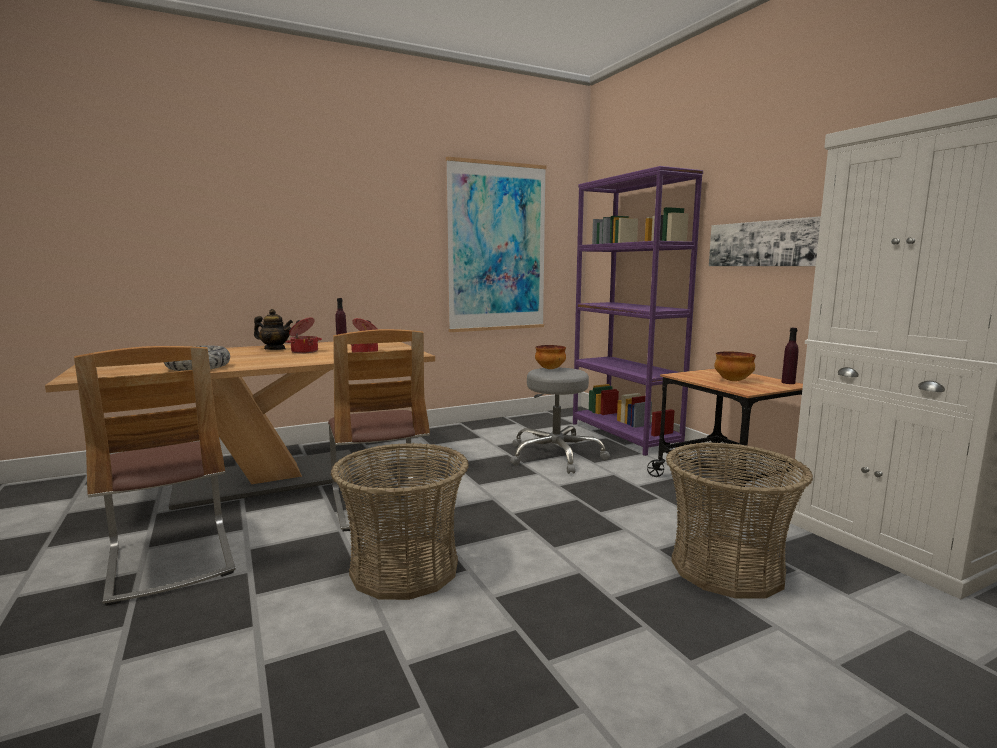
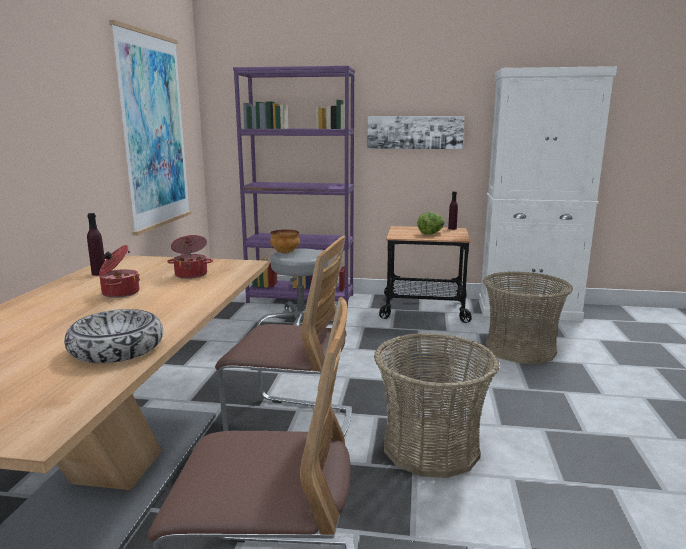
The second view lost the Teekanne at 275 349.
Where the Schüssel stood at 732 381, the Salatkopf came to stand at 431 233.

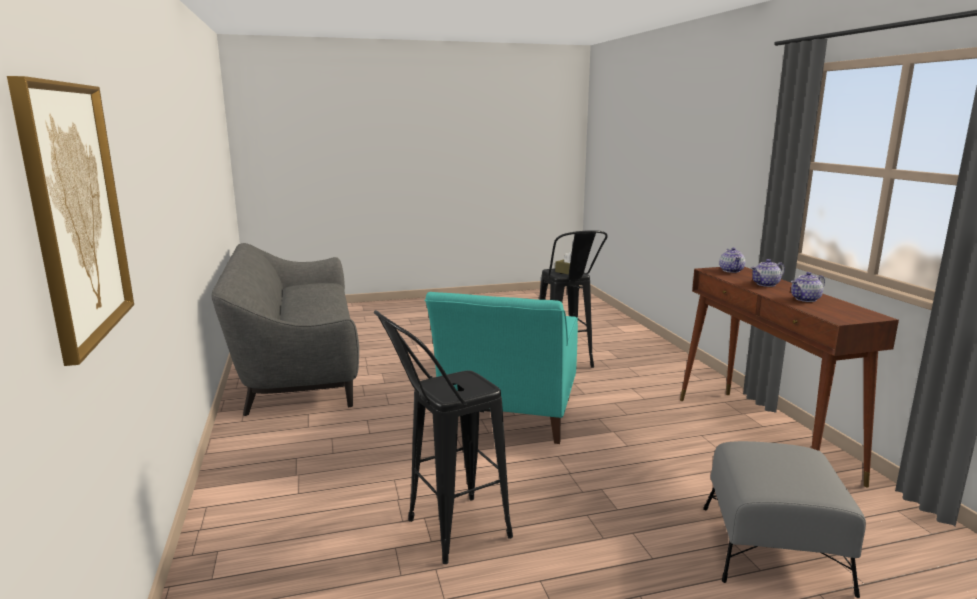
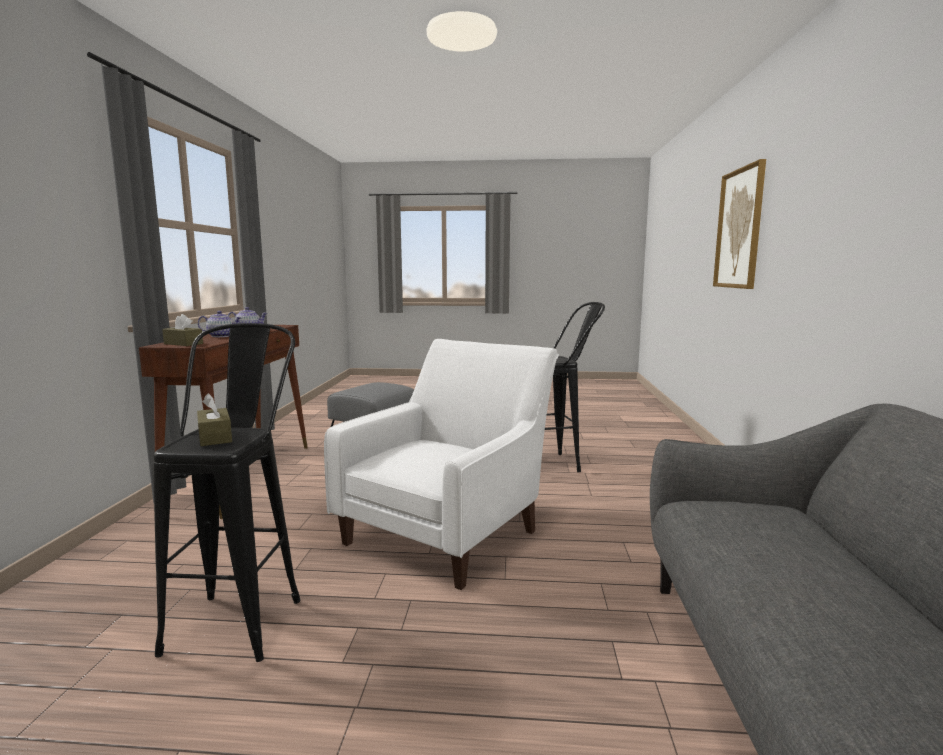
Where the Teekanne stood at 731 270, the Taschentuchbox [braun] came to stand at 183 344.
What was the Sessel [türkis] at 507 419 turned into the Sessel [weiß] at 448 531.

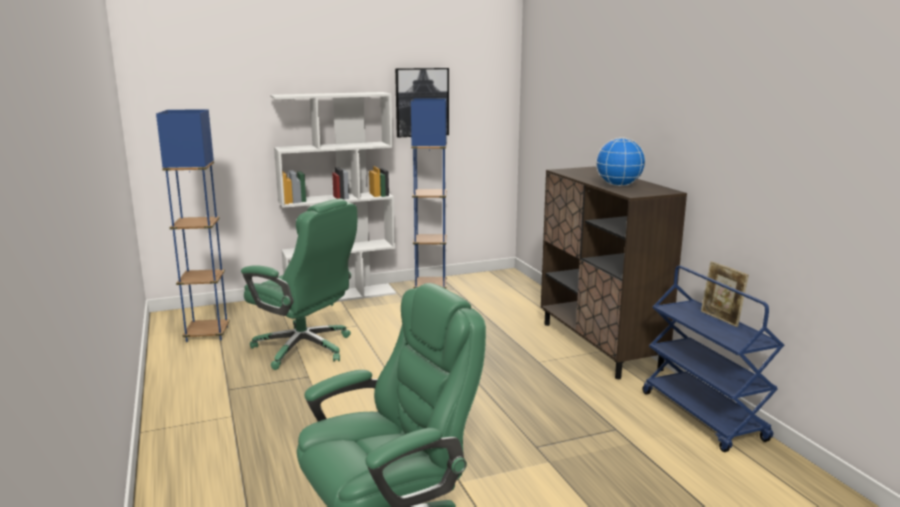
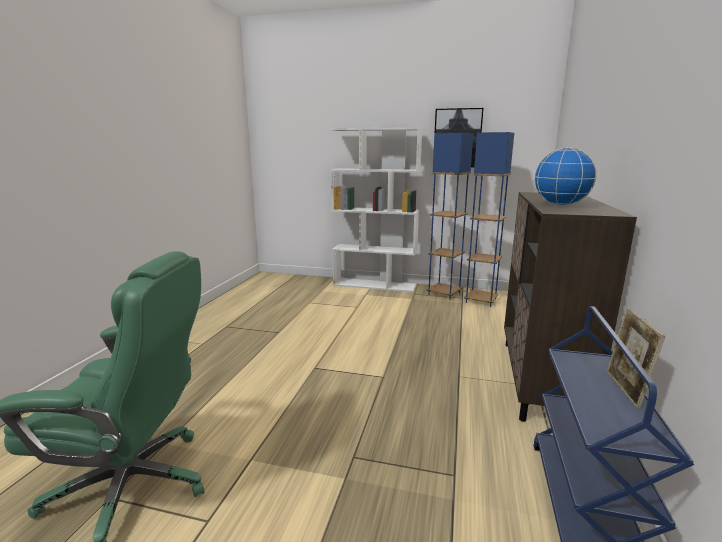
The Stehlampe [blau] ended up elsewhere, having gone from 207 334 to 481 300.
The second view lost the Bürostuhl [grün] at 305 349.

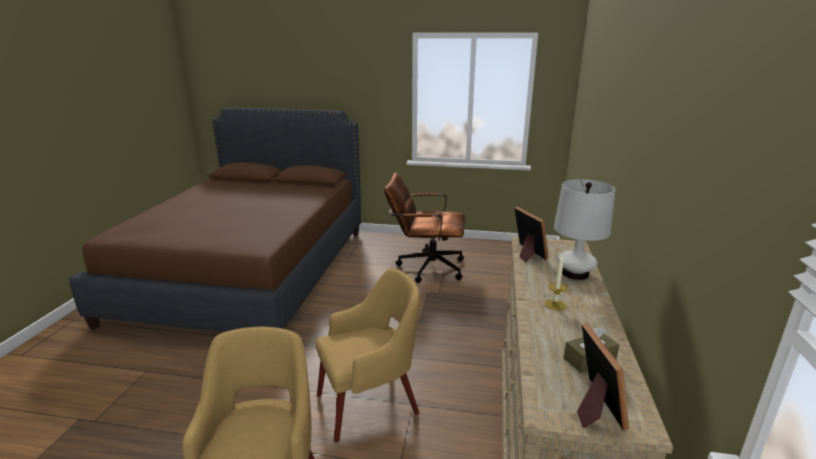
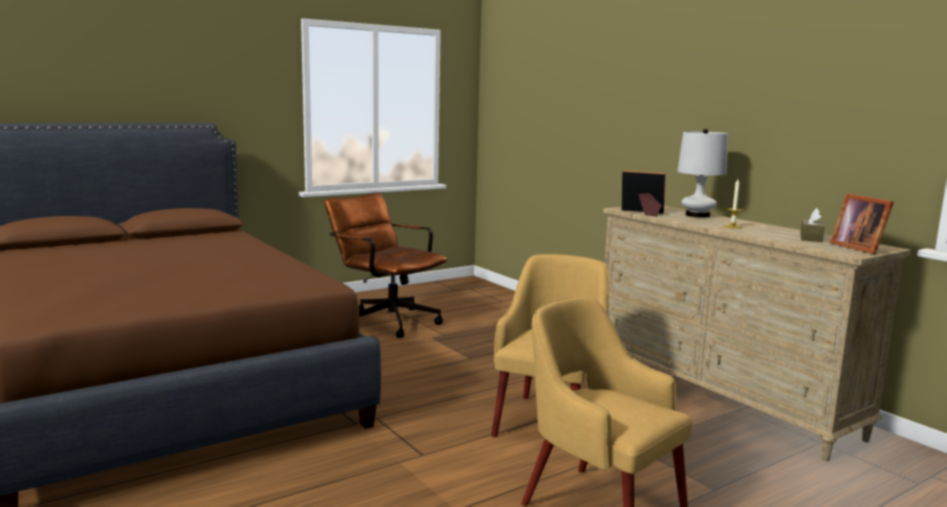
The Bürostuhl [braun] at 425 267 ended up facing another way, 75 degrees clockwise from before.
The Bilderrahmen at 594 405 ended up facing another way, 150 degrees counterclockwise from before.

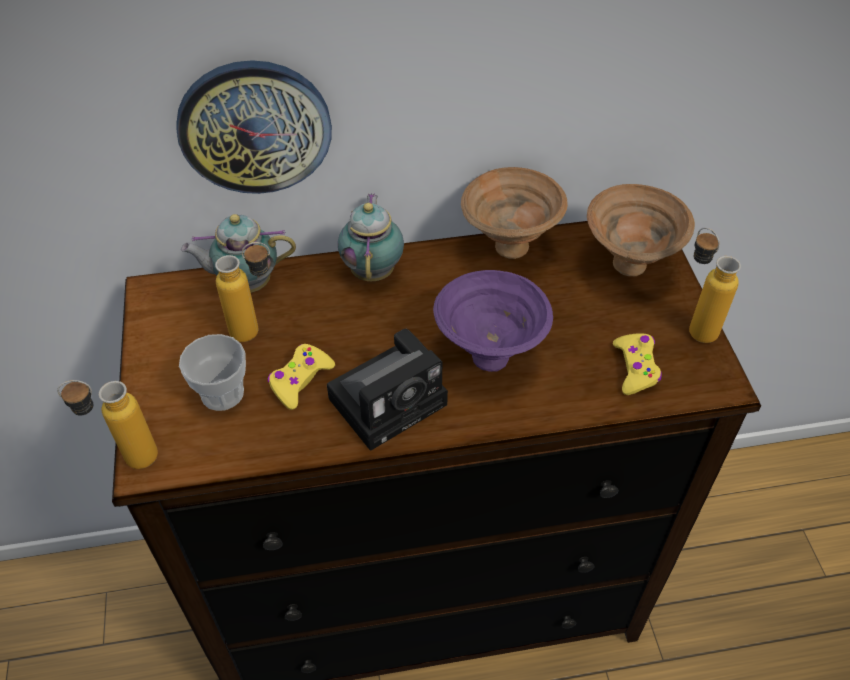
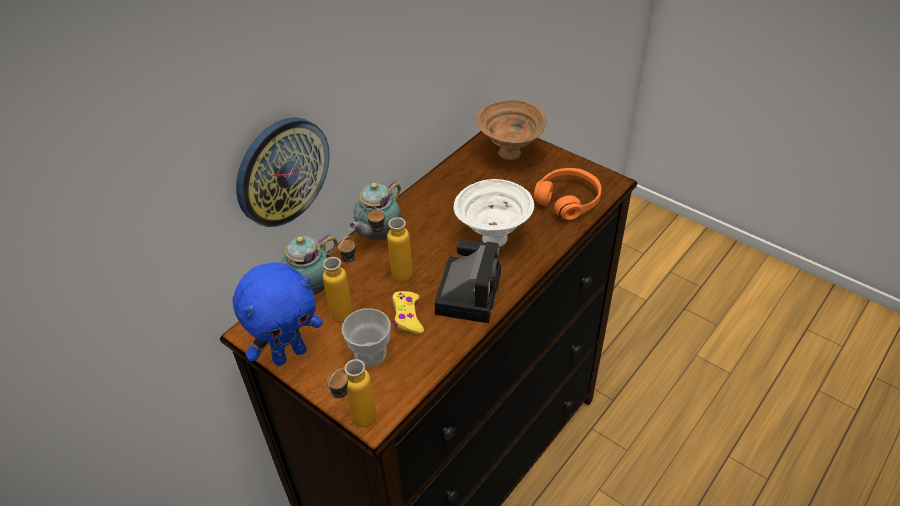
The second view lost the Schüssel [braun] at 509 248.
The Teekanne at 373 270 ended up facing another way, 105 degrees counterclockwise from before.
The Flasche ended up elsewhere, having gone from 693 325 to 393 274.
What was the Schüssel [lila] at 487 356 turned into the Schüssel [weiß] at 492 239.
Where the Gamepad [gelb] stood at 635 368, the Kopfhörer [orange] came to stand at 568 199.
The second view gained the Plüschtier [blau] at 289 354.

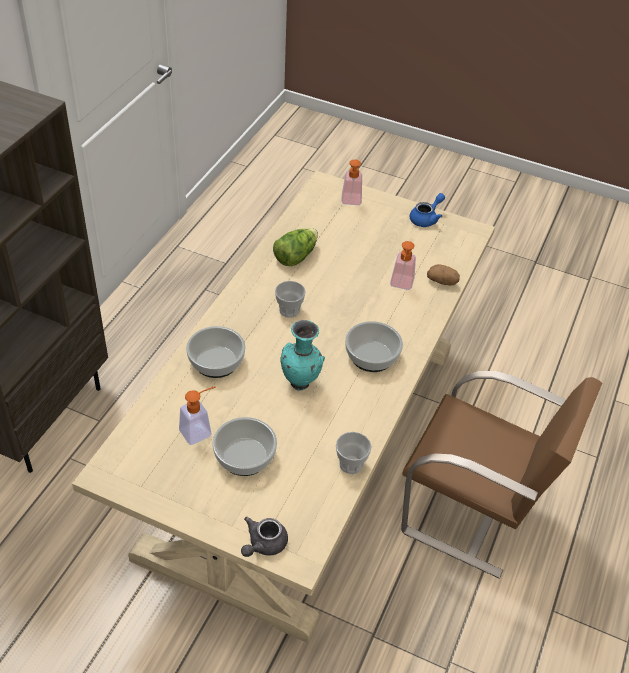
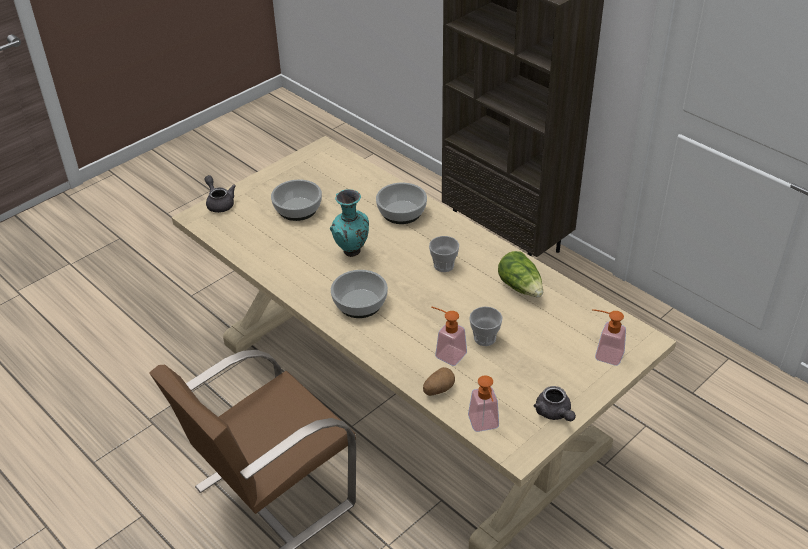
What was the Teekanne [blau] at 426 219 turned into the Teekanne [grau] at 554 413.
The Seifenspender ended up elsewhere, having gone from 200 430 to 485 426.
The Tasse ended up elsewhere, having gone from 351 464 to 484 338.

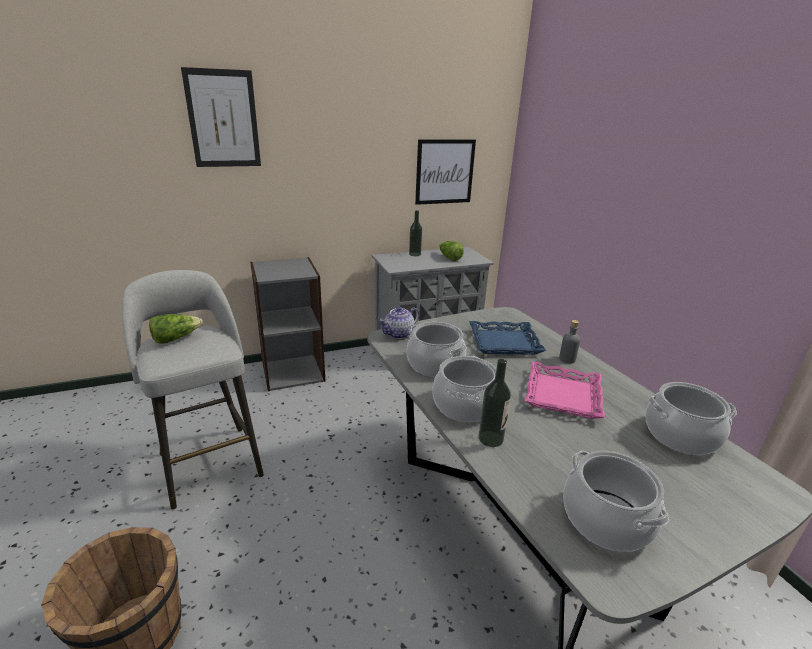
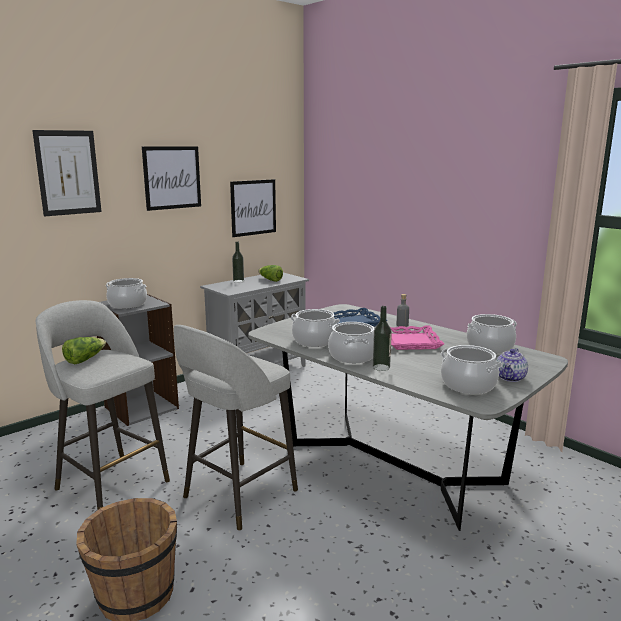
The Teekanne ended up elsewhere, having gone from 398 334 to 510 378.
The second view gained the Bild at 172 177.
The second view gained the Kochtopf at 127 304.
The second view gained the Hocker [grau] at 238 495.

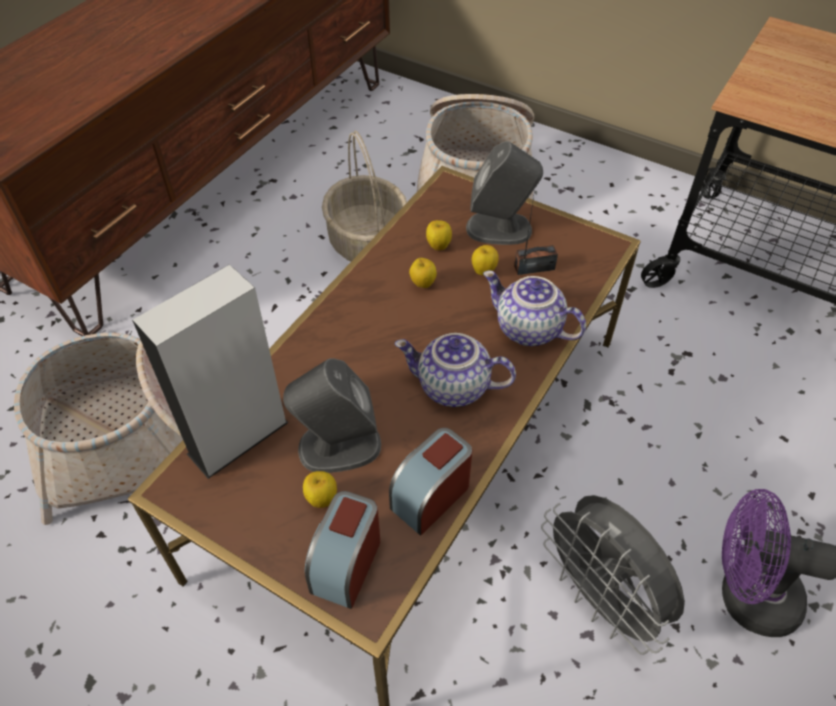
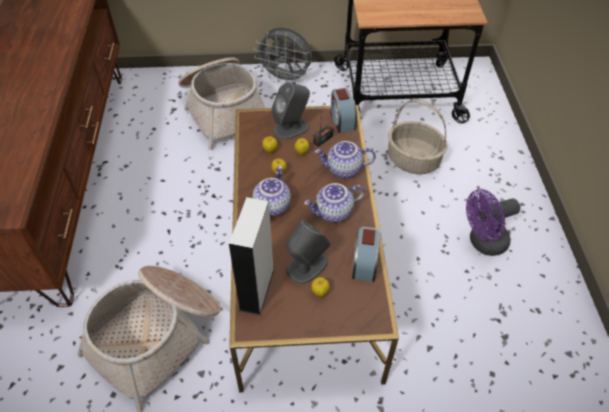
The Korb ended up elsewhere, having gone from 368 242 to 413 160.
The Wecker ended up elsewhere, having gone from 346 563 to 342 120.
The Ventilator [grau] ended up elsewhere, having gone from 601 599 to 285 78.
The second view gained the Teekanne at 271 206.

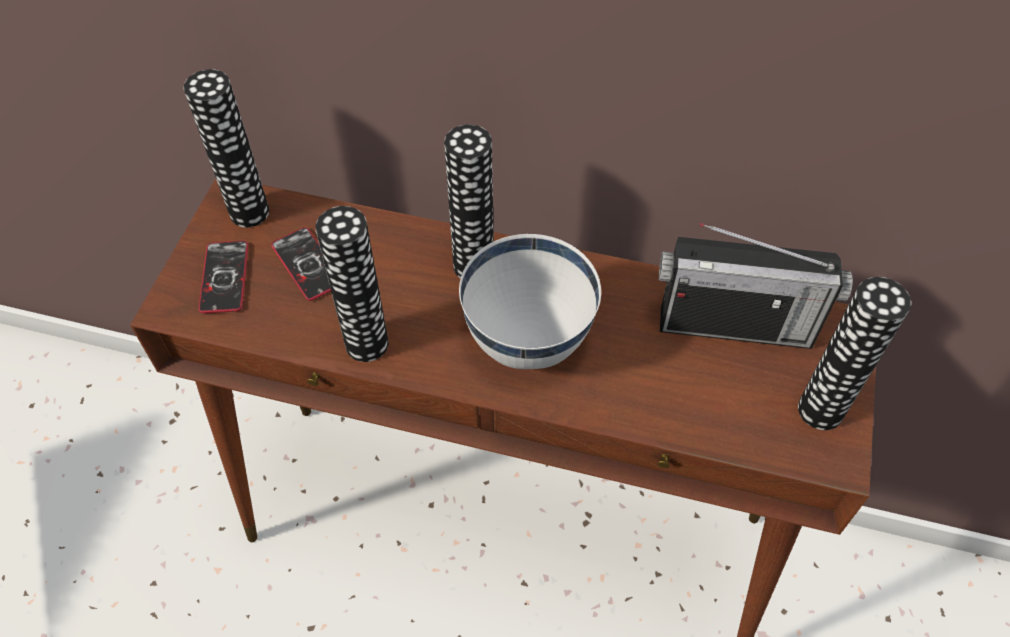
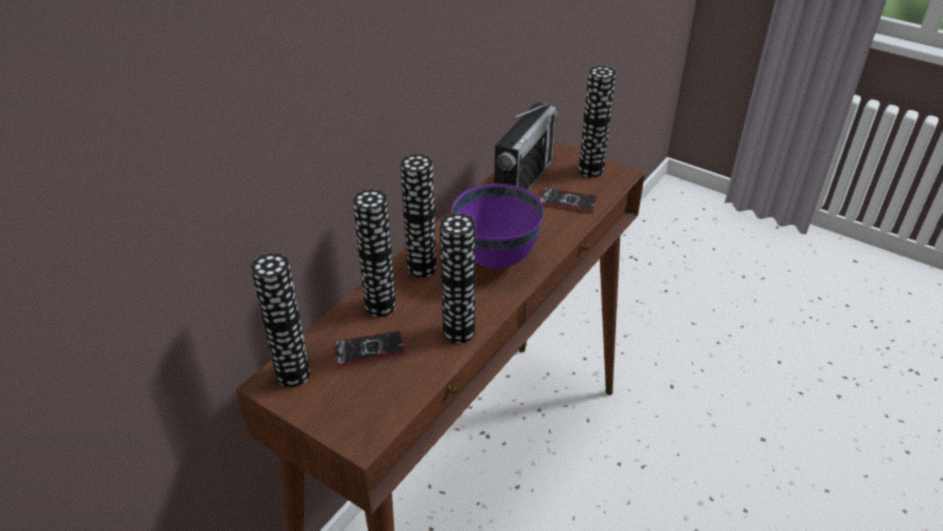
What was the Schüssel [weiß] at 527 342 turned into the Schüssel [lila] at 495 259.
The Handy ended up elsewhere, having gone from 224 277 to 567 201.
The second view gained the Vase at 380 306.

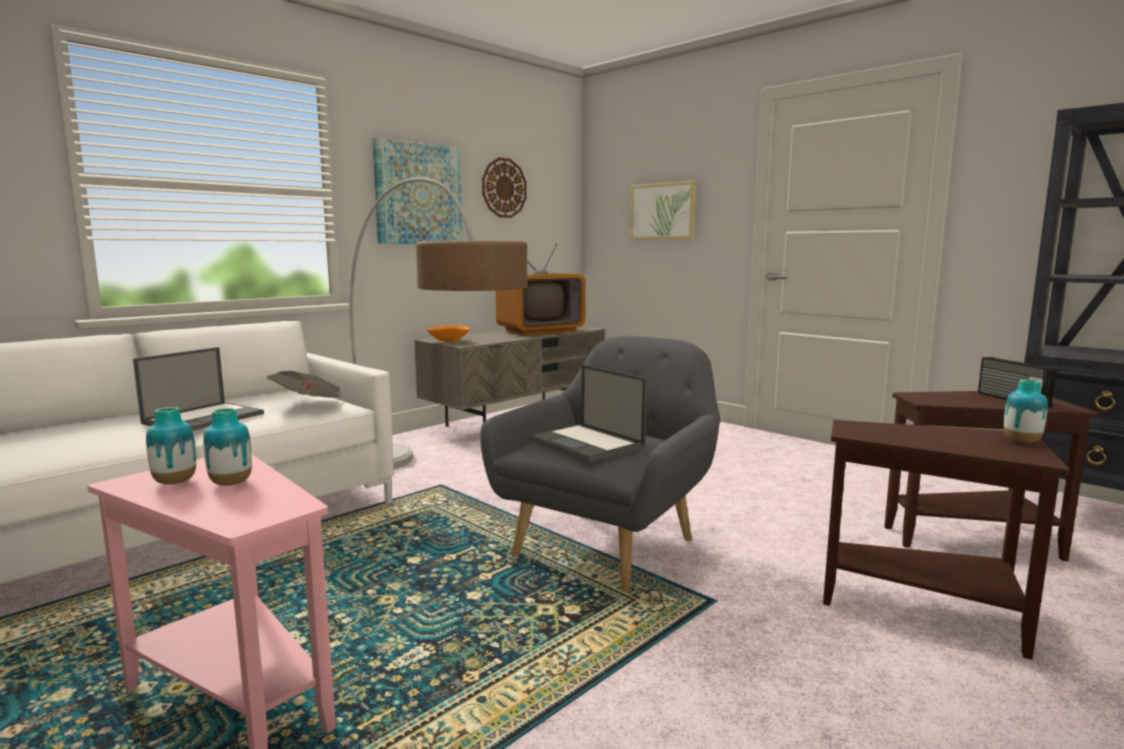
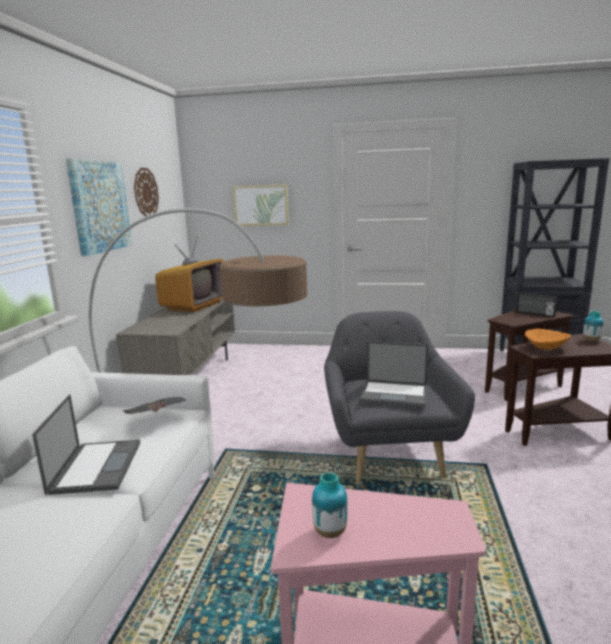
The Schüssel [orange] ended up elsewhere, having gone from 448 341 to 546 348.
The second view lost the Vase at 231 483.

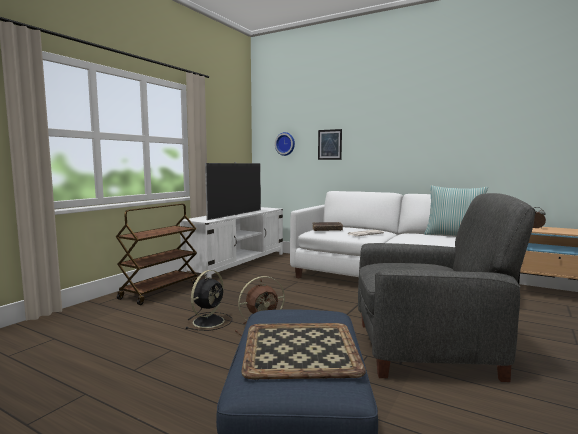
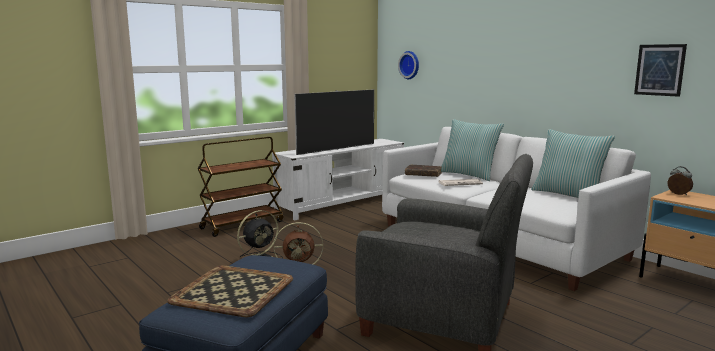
The Bild ended up elsewhere, having gone from 329 144 to 659 70.
The second view gained the Kissen at 469 175.

